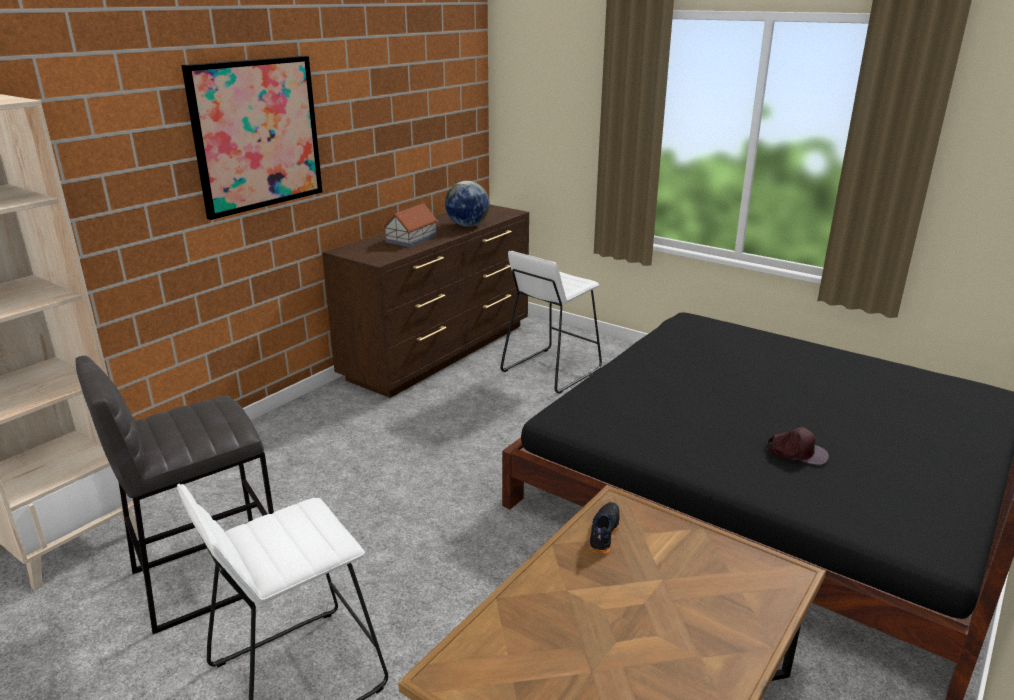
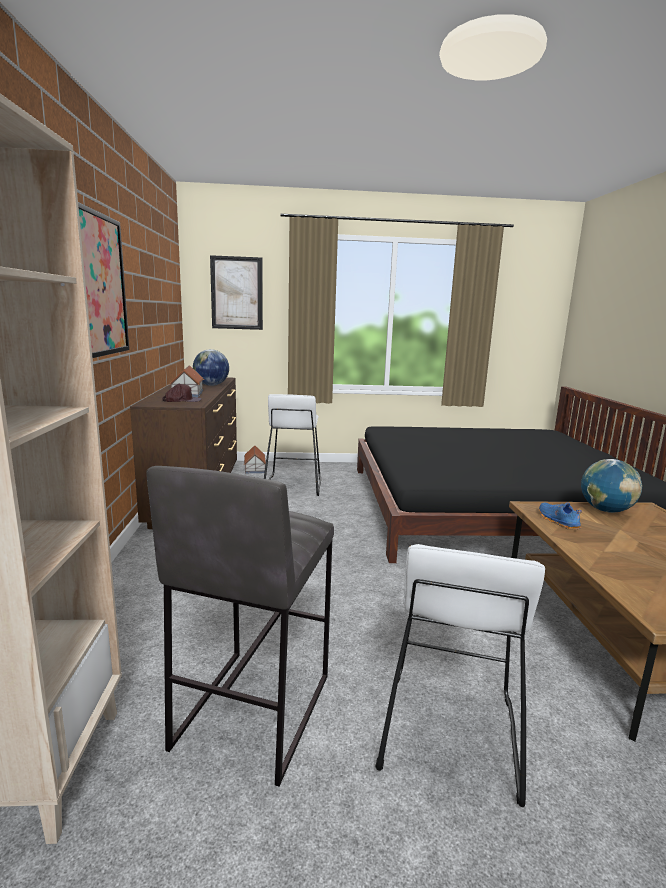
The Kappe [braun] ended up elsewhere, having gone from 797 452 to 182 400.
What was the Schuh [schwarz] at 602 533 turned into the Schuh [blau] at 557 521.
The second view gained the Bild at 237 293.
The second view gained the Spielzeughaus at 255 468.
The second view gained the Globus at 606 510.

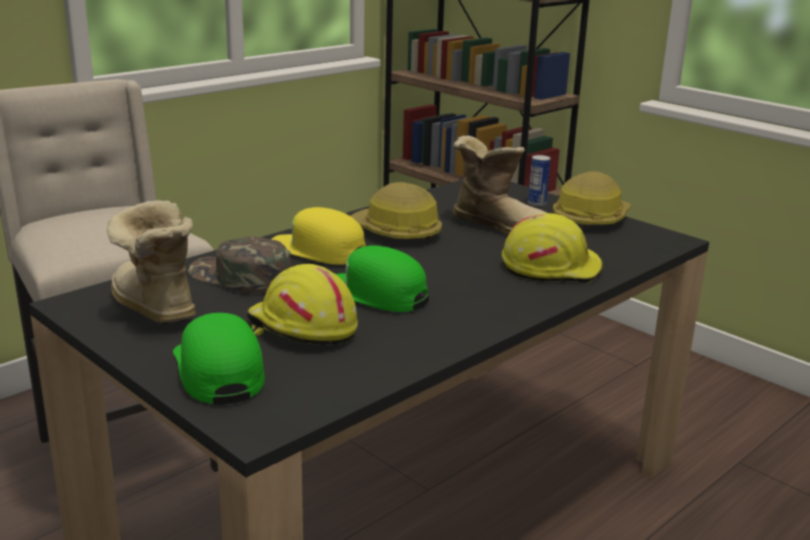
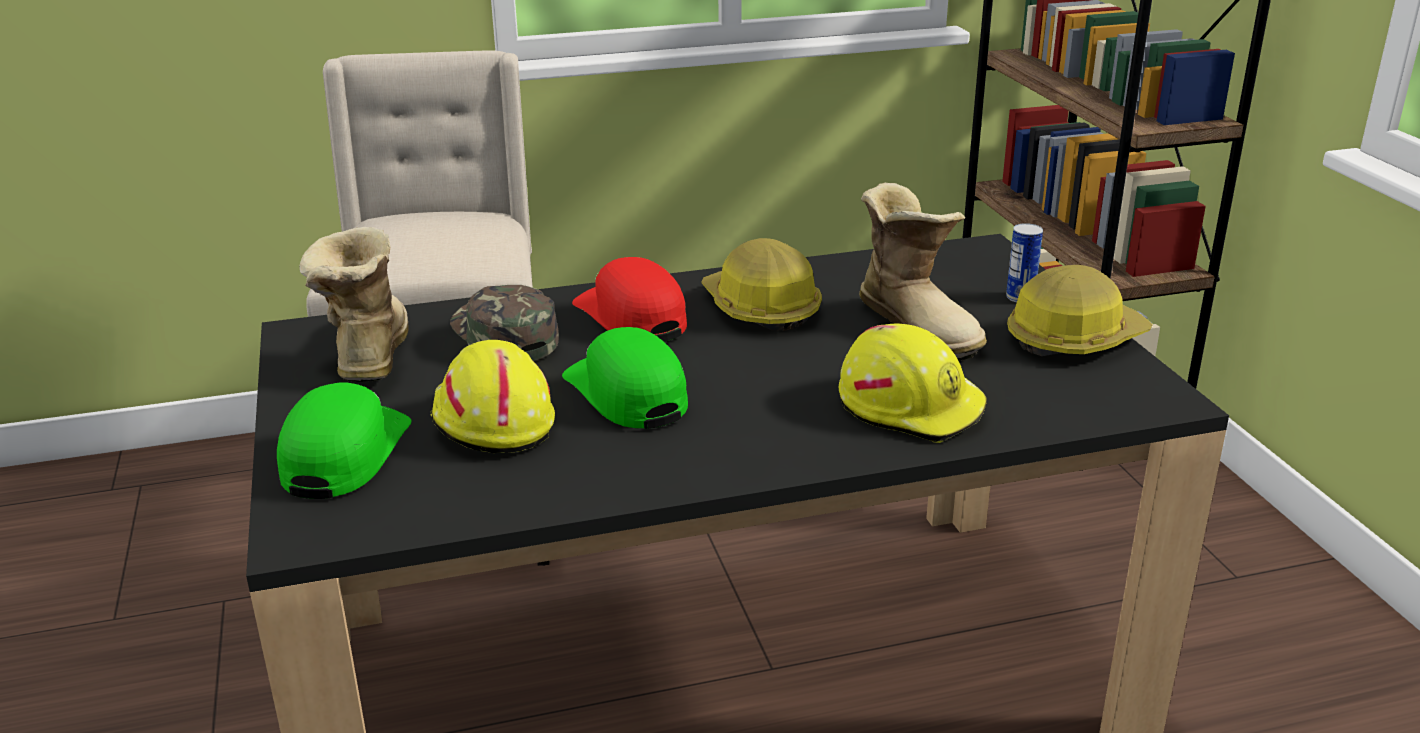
What was the Kappe [gelb] at 317 251 turned into the Kappe [rot] at 631 316.

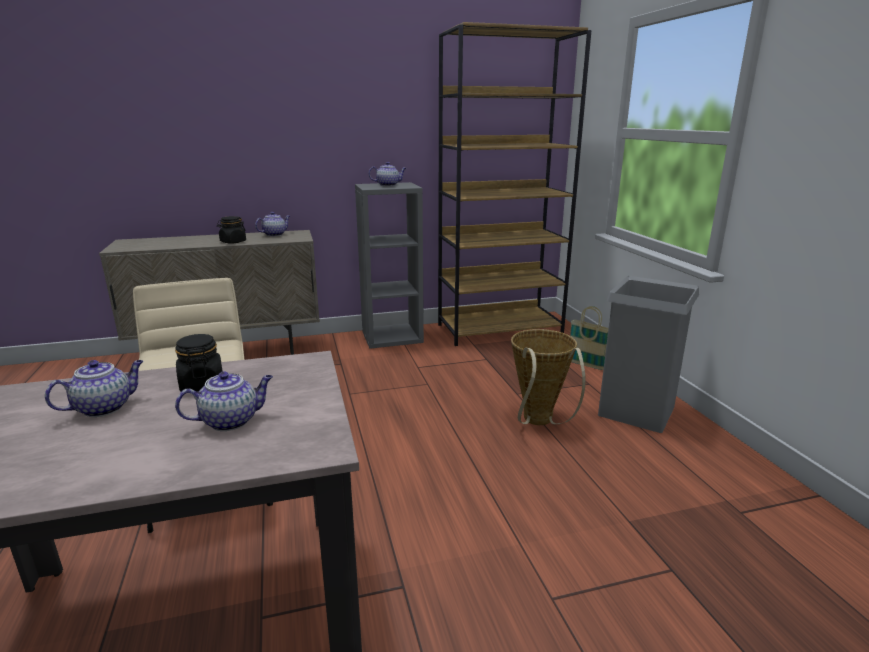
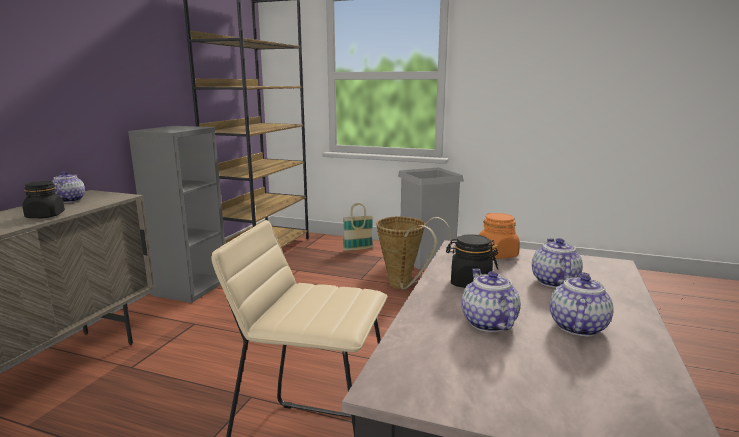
The Teekanne ended up elsewhere, having gone from 388 185 to 577 326.
The second view gained the Vorratsglas [orange] at 497 254.

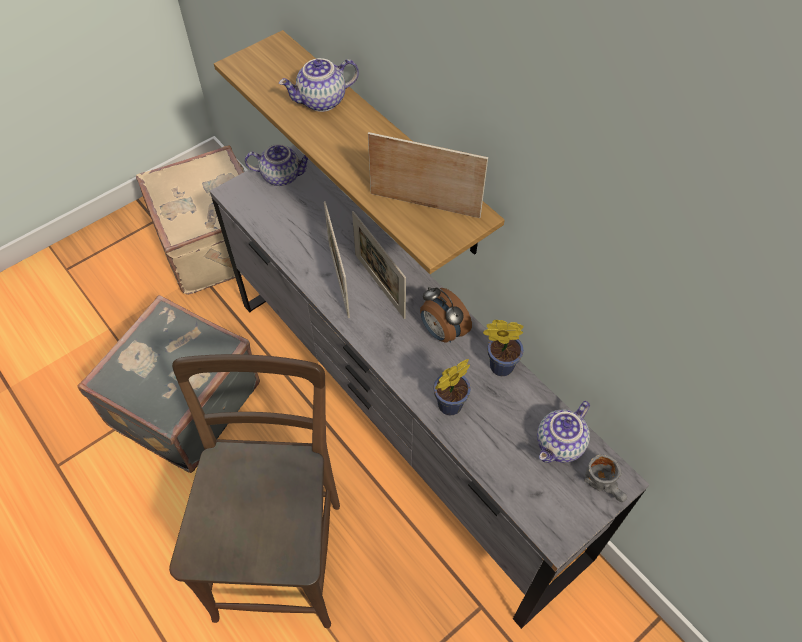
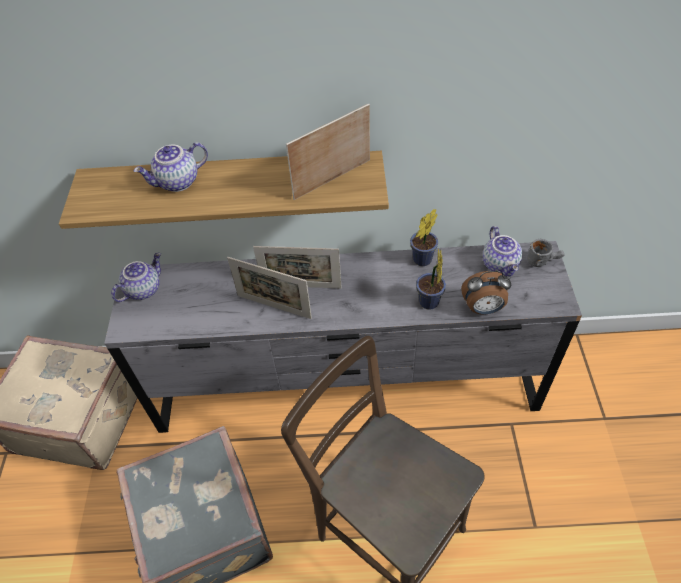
The Teekanne at 322 101 ended up facing another way, 45 degrees clockwise from before.
The Wecker ended up elsewhere, having gone from 442 332 to 483 308.

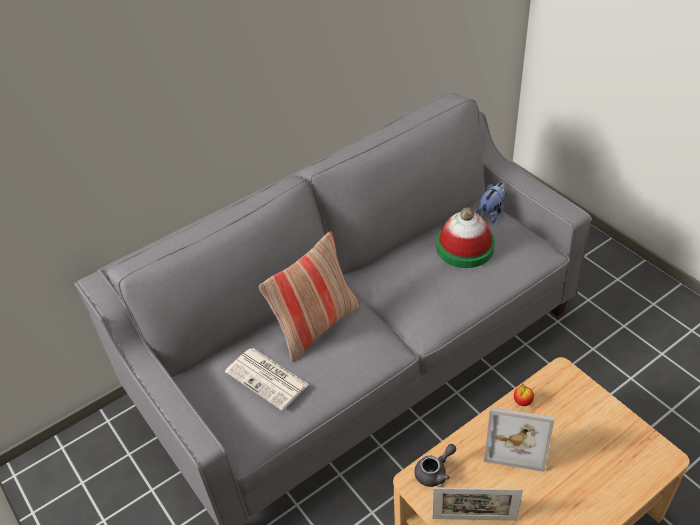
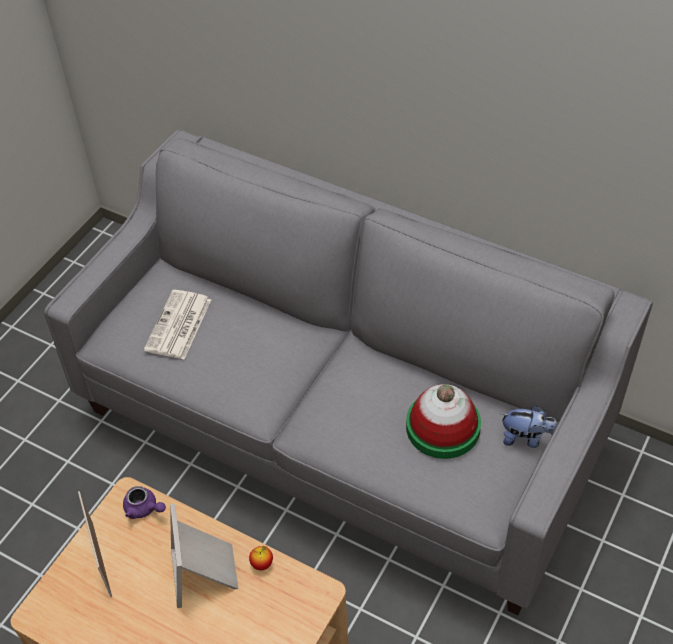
The second view lost the Kissen at 316 326.
What was the Teekanne [grau] at 435 472 turned into the Teekanne [lila] at 144 509.

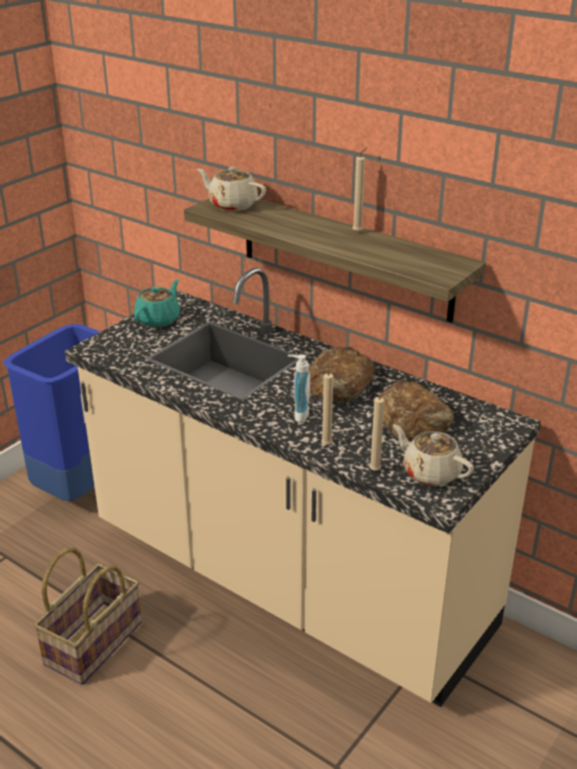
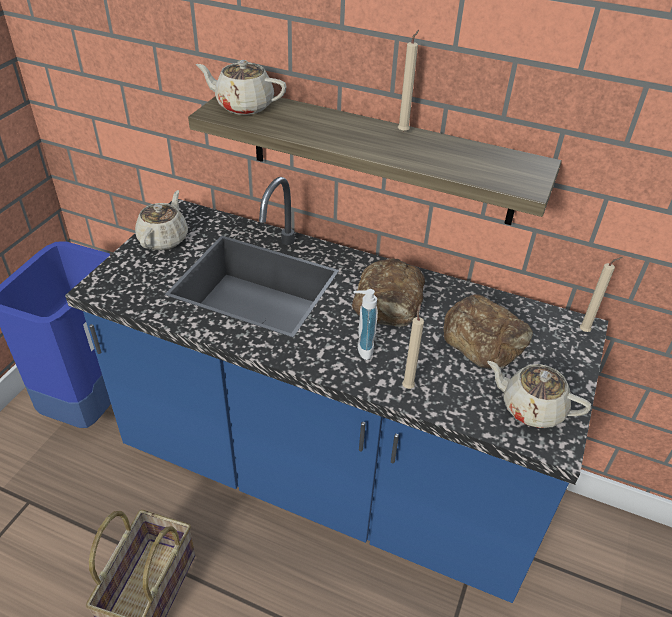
What was the Küchenzeile [beige] at 288 580 turned into the Küchenzeile [blau] at 329 477.
What was the Teekanne [türkis] at 158 319 turned into the Teekanne [beige] at 164 238.
The Kerze [beige] ended up elsewhere, having gone from 377 471 to 586 331.

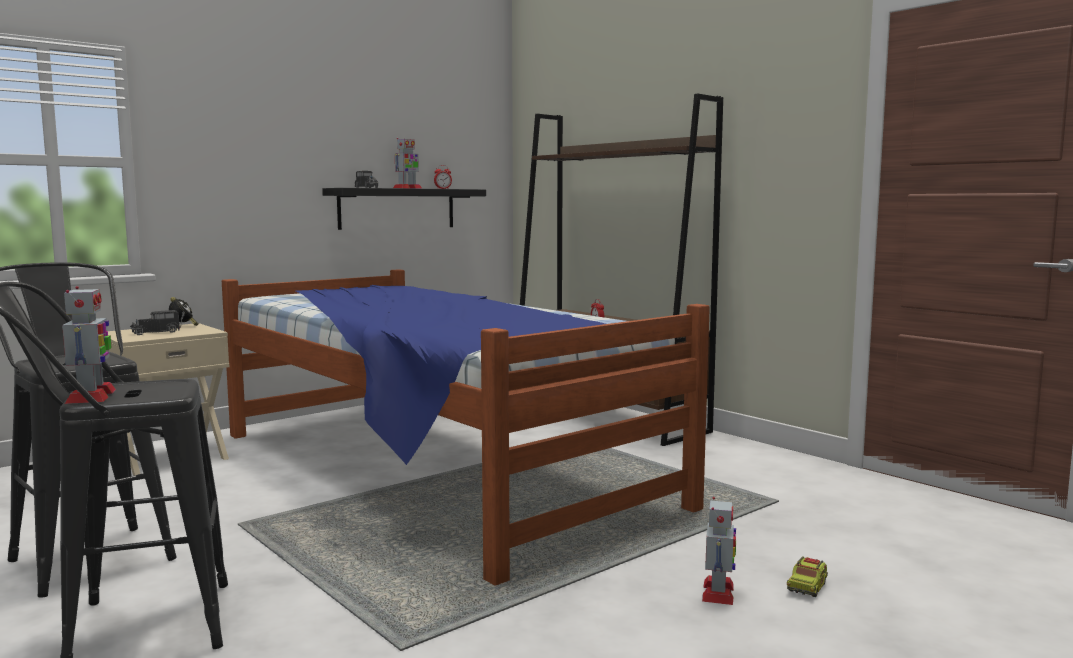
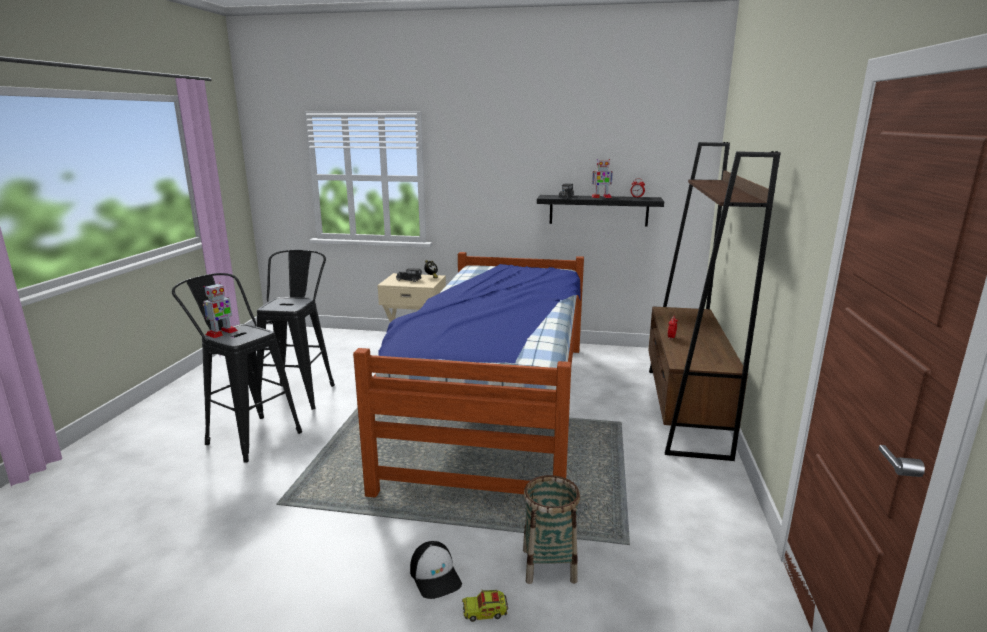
Where the Spielzeugroboter stood at 718 592, the Kappe came to stand at 436 576.
The second view gained the Korb at 549 565.

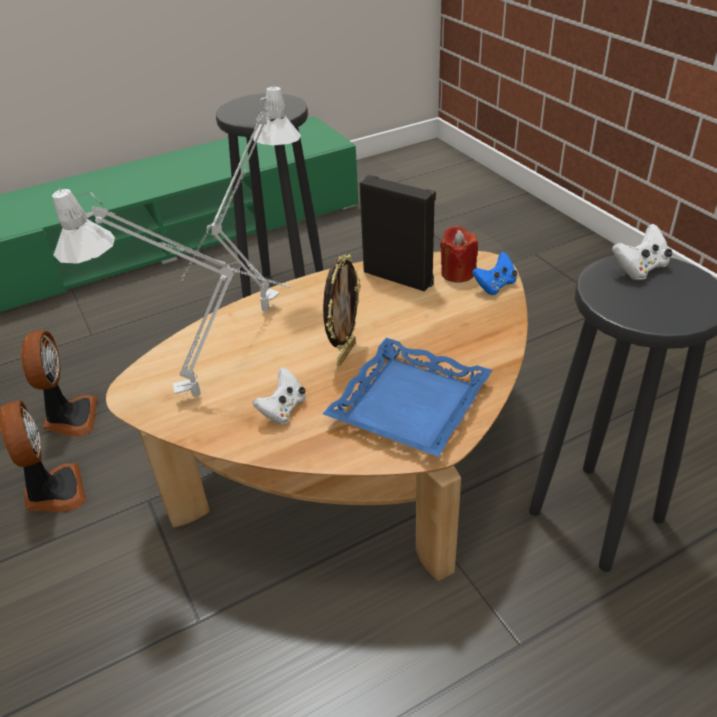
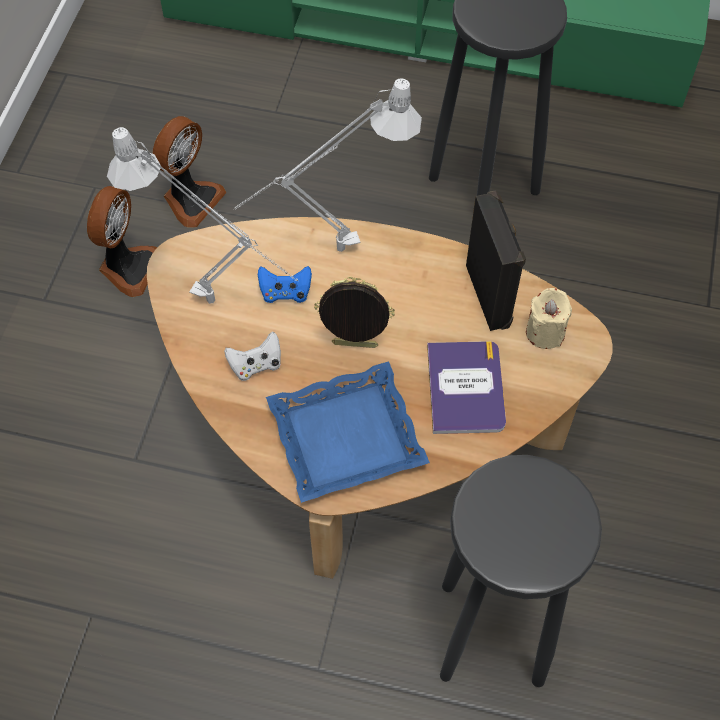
The second view lost the Gamepad [weiß] at 639 269.
What was the Kerze [rot] at 457 273 turned into the Kerze [beige] at 545 332.
The Gamepad [blau] ended up elsewhere, having gone from 495 286 to 285 293.
The Bilderrahmen at 345 353 ended up facing another way, 150 degrees counterclockwise from before.
The second view gained the Buch at 465 388.

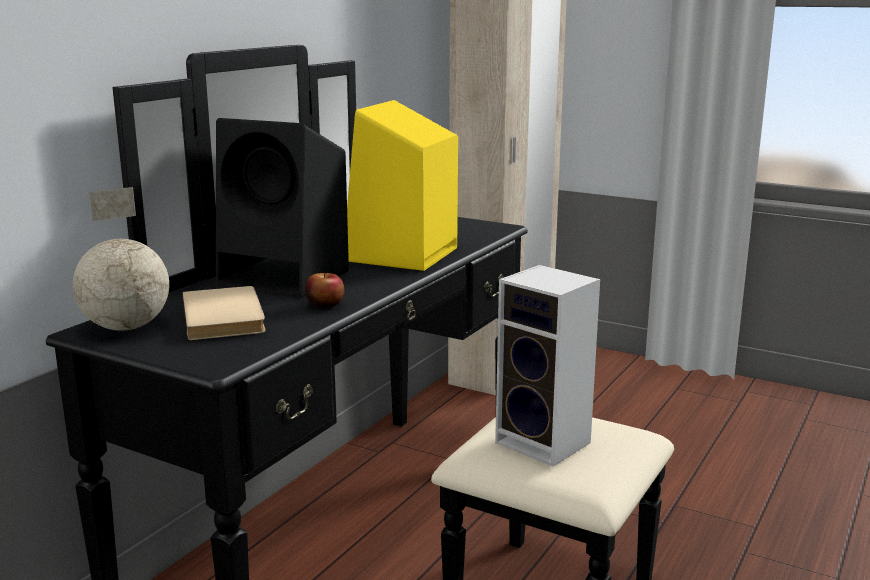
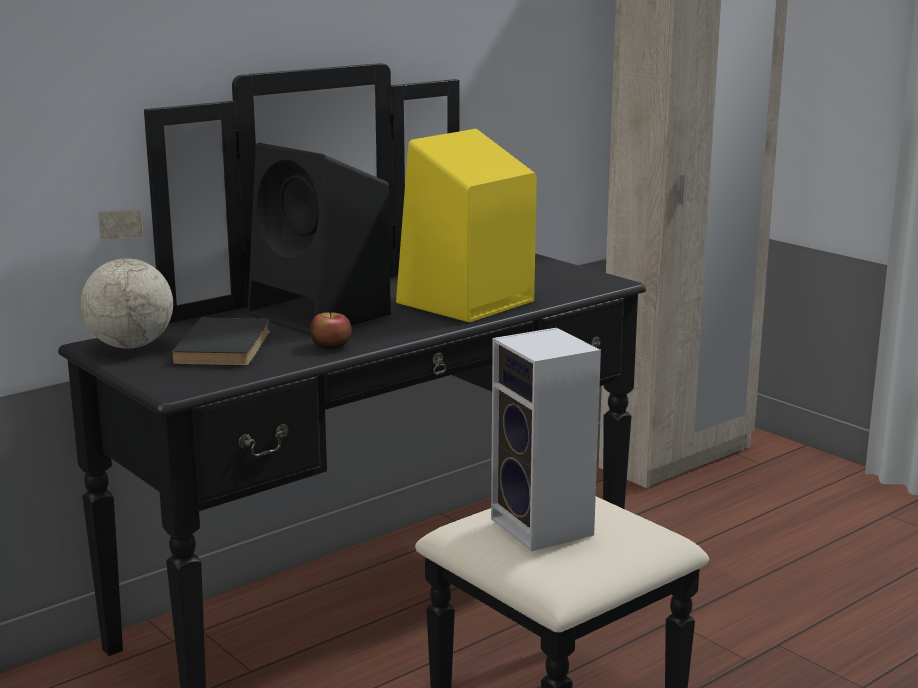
What was the Buch [beige] at 227 317 turned into the Buch [schwarz] at 227 347.

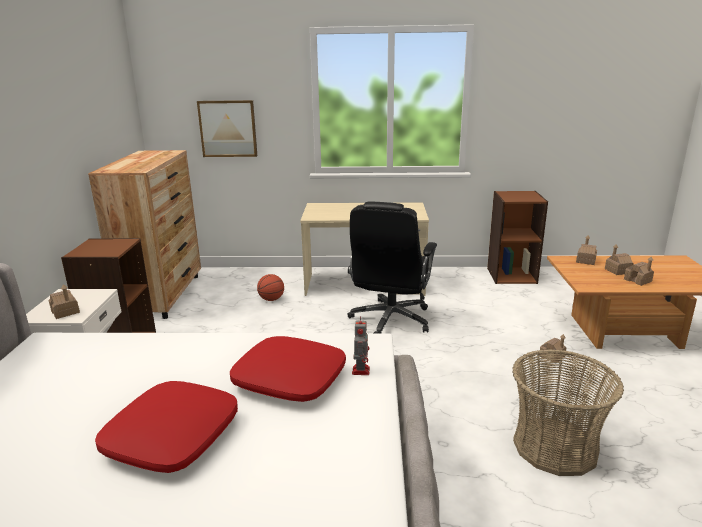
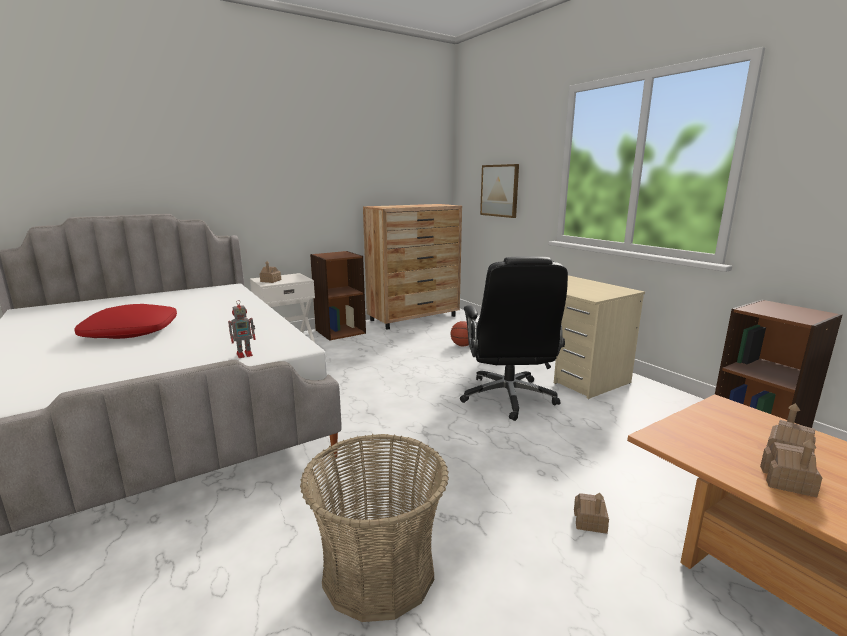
The Bürostuhl [schwarz] at 390 320 ended up facing another way, 75 degrees counterclockwise from before.
The second view lost the Spielzeughaus at 585 261.
The second view lost the Kissen [rot] at 289 379.

